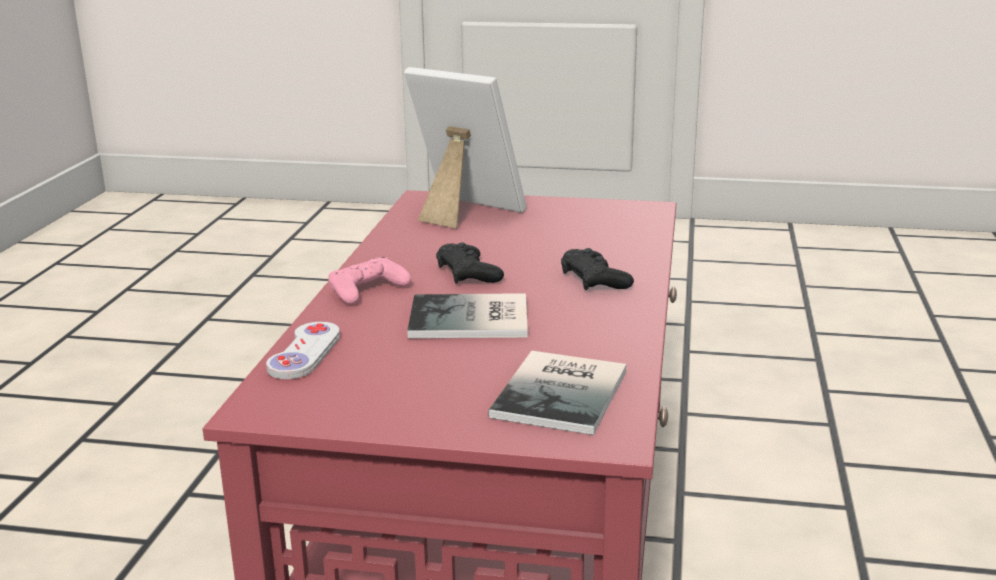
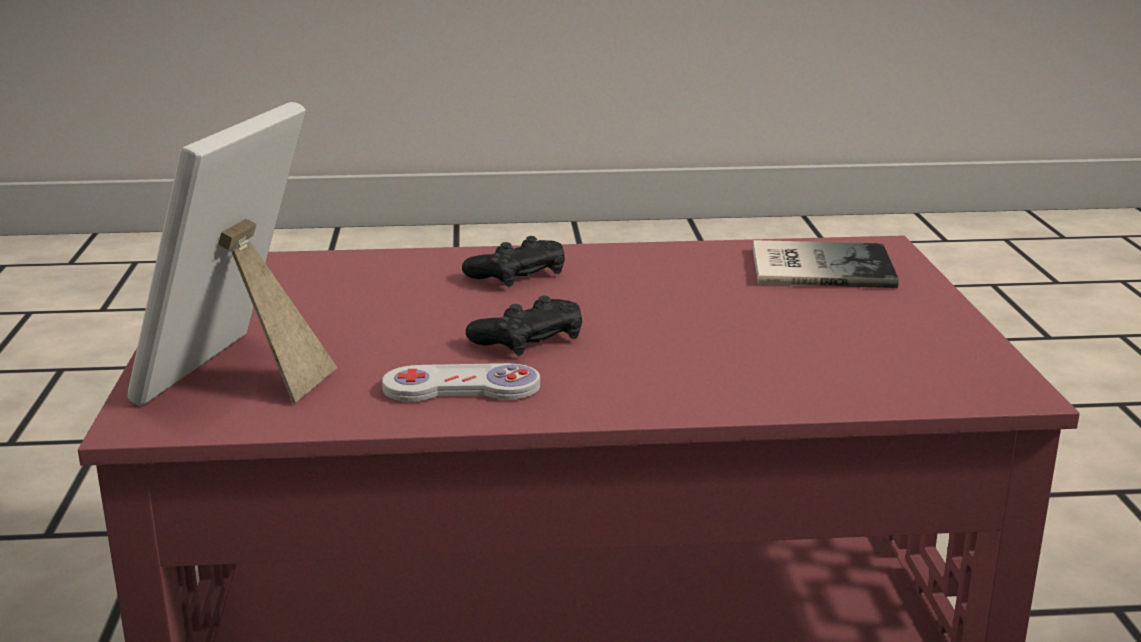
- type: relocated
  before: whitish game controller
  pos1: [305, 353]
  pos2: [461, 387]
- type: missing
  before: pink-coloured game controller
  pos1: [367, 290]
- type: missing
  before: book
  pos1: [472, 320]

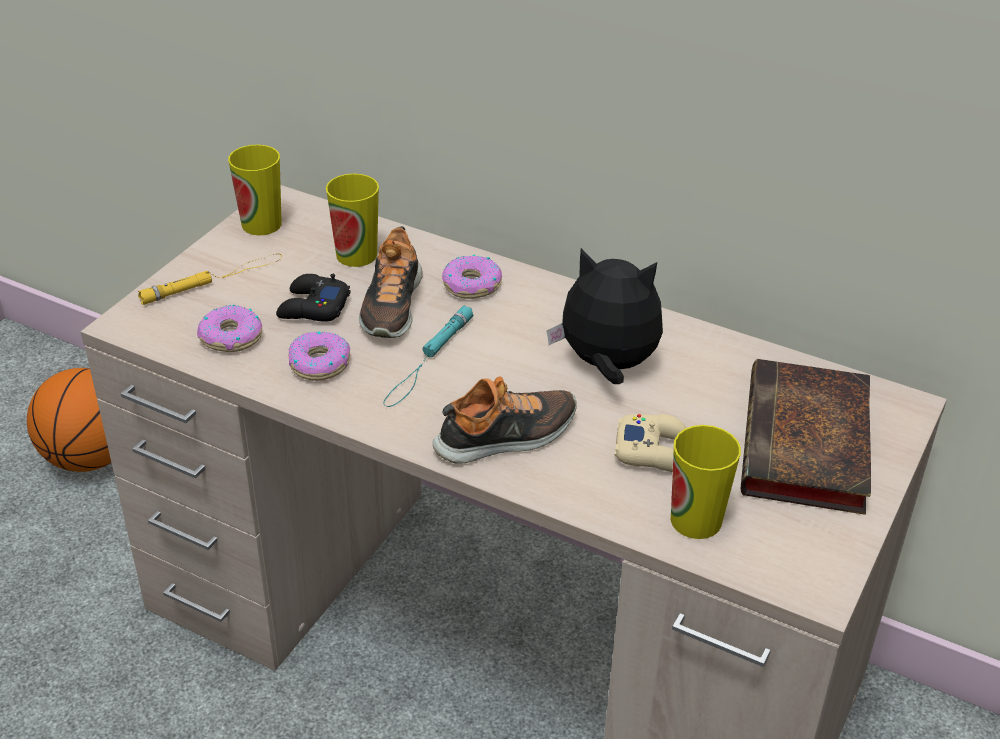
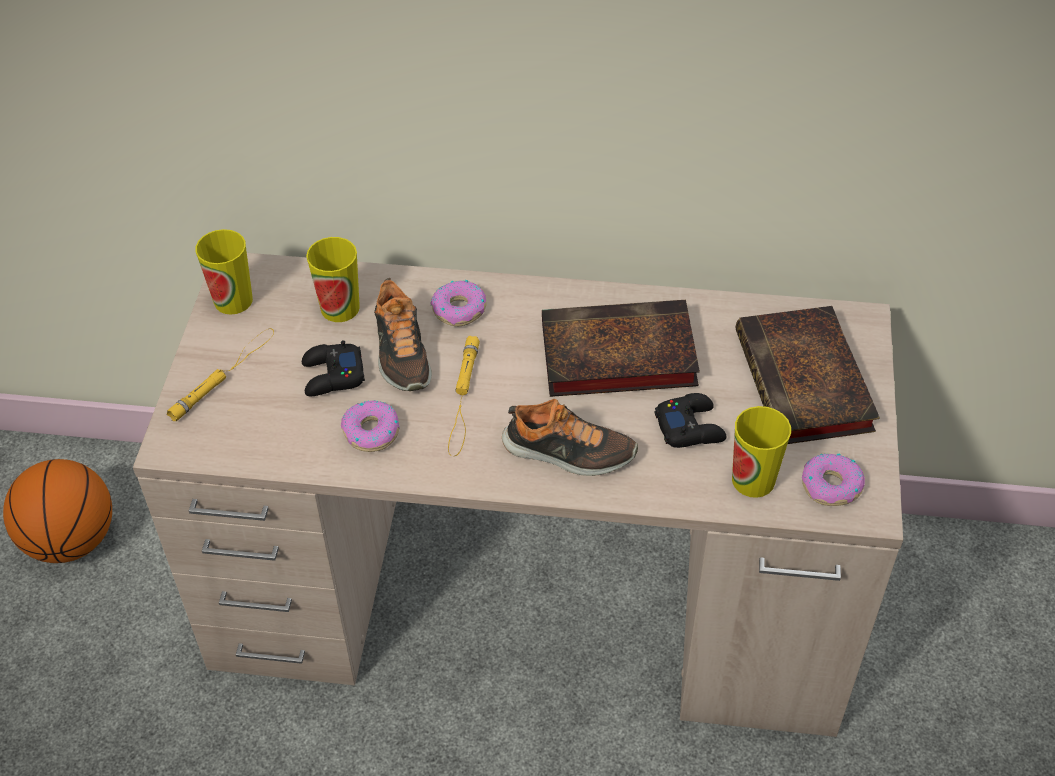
- type: relocated
  before: doughnut
  pos1: [231, 337]
  pos2: [831, 486]
- type: colour
  before: blue-green torch
  after: yellow torch
  pos1: [428, 360]
  pos2: [463, 399]
- type: spun
  before: item of footwear
  pos1: [507, 437]
  pos2: [568, 452]
  turn: 60
- type: exchanged
  before: plush toy
  after: book
  pos1: [607, 366]
  pos2: [614, 356]
- type: colour
  before: sand-coloured game controller
  after: blackish game controller
  pos1: [653, 450]
  pos2: [690, 427]

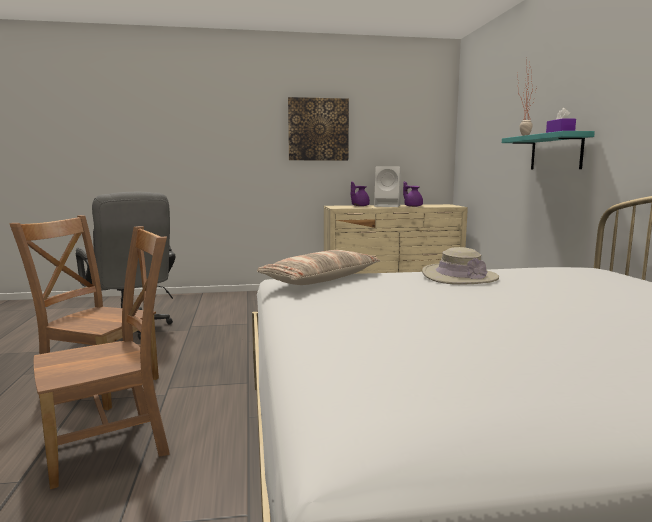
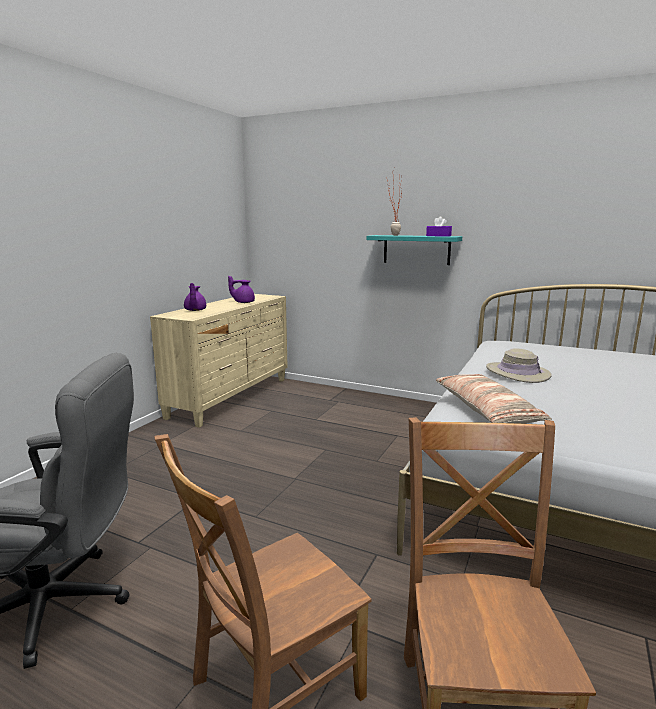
- type: missing
  before: picture
  pos1: [318, 129]
- type: missing
  before: whitish speaker
  pos1: [388, 206]

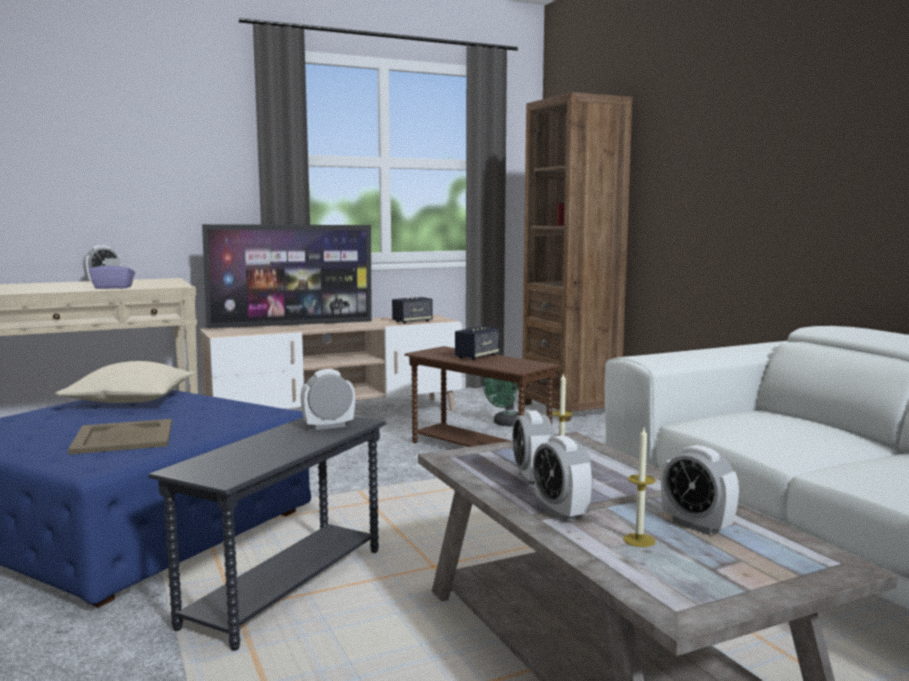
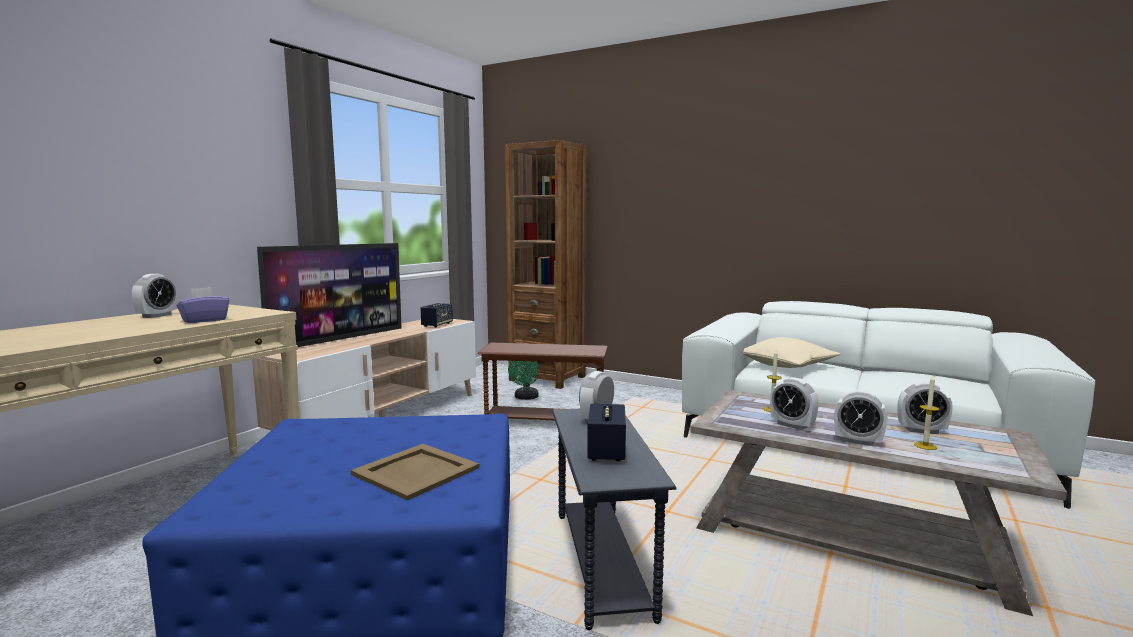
- type: relocated
  before: sand-coloured throw pillow
  pos1: [130, 401]
  pos2: [787, 365]
- type: relocated
  before: speaker
  pos1: [477, 356]
  pos2: [606, 451]

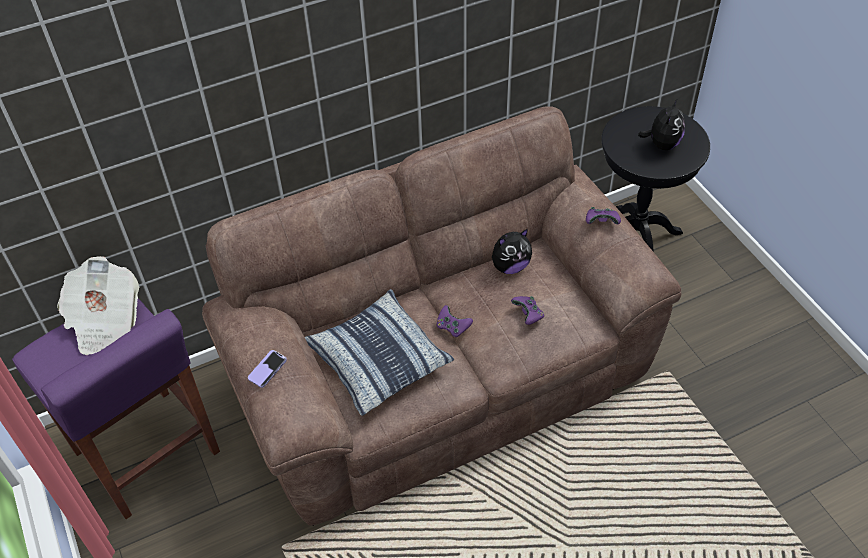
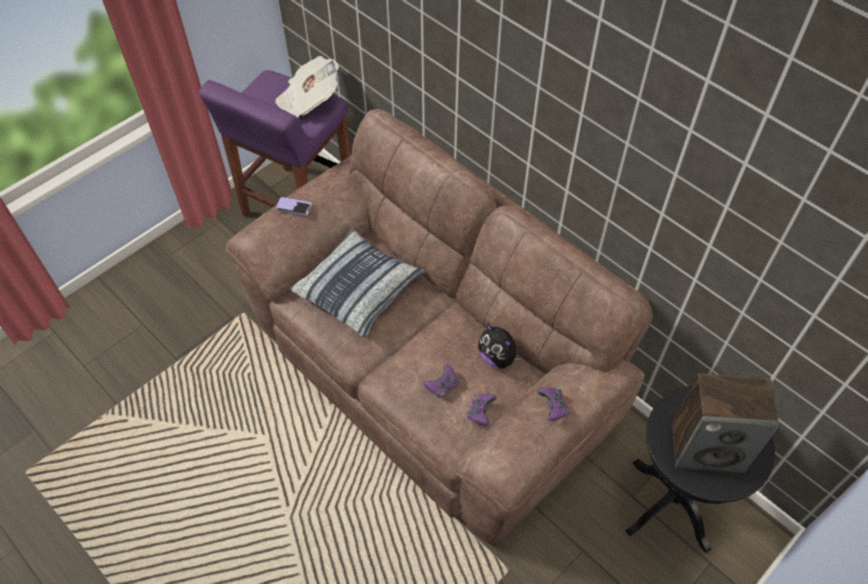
- type: relocated
  before: purple game controller
  pos1: [452, 327]
  pos2: [480, 412]
- type: exchanged
  before: plush toy
  after: speaker
  pos1: [662, 144]
  pos2: [707, 447]

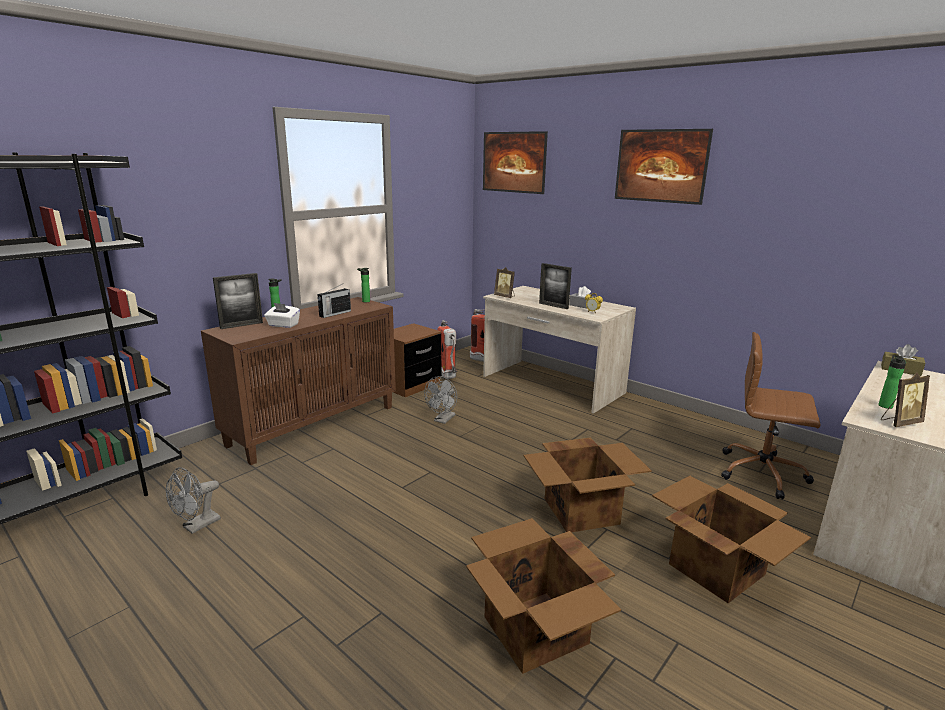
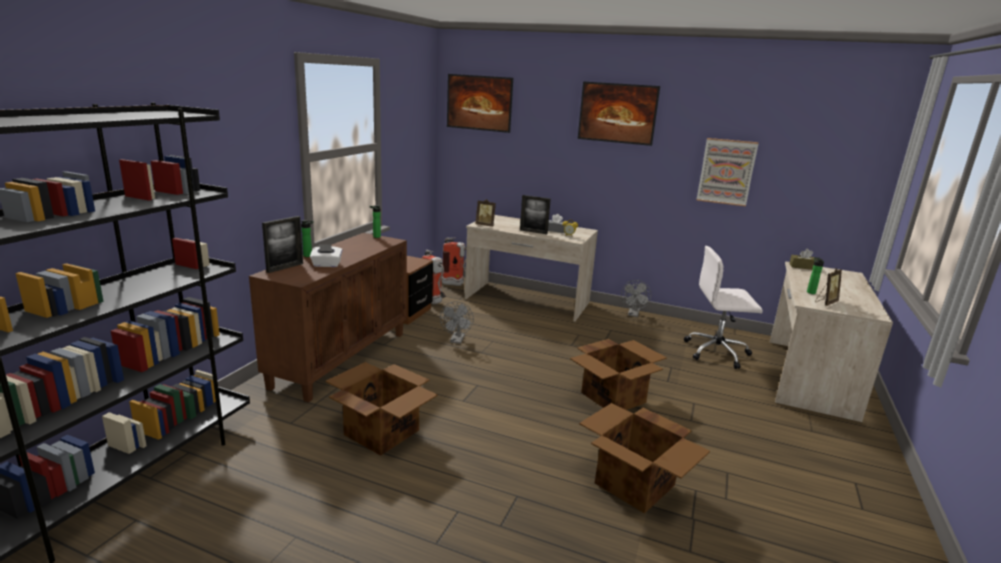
- type: relocated
  before: greyish electric fan
  pos1: [197, 526]
  pos2: [633, 314]
- type: missing
  before: radio receiver
  pos1: [334, 314]
- type: relocated
  before: carton
  pos1: [715, 568]
  pos2: [381, 432]
- type: colour
  before: brownish computer chair
  after: whitish computer chair
  pos1: [763, 473]
  pos2: [717, 352]
- type: appeared
  after: picture
  pos2: [726, 172]

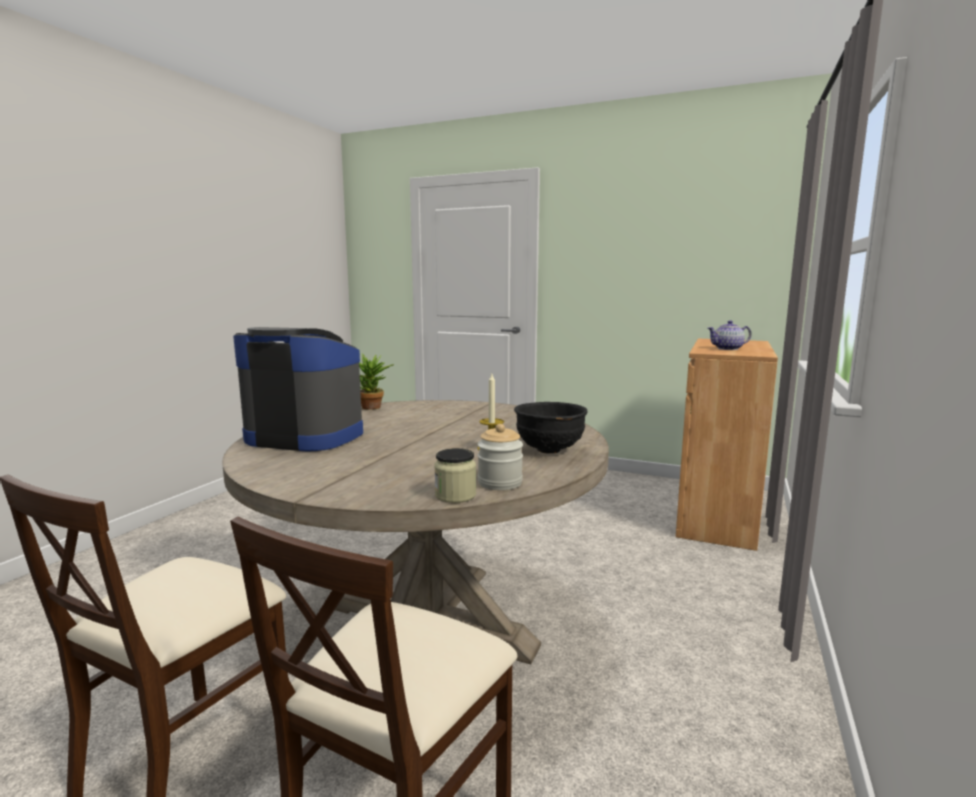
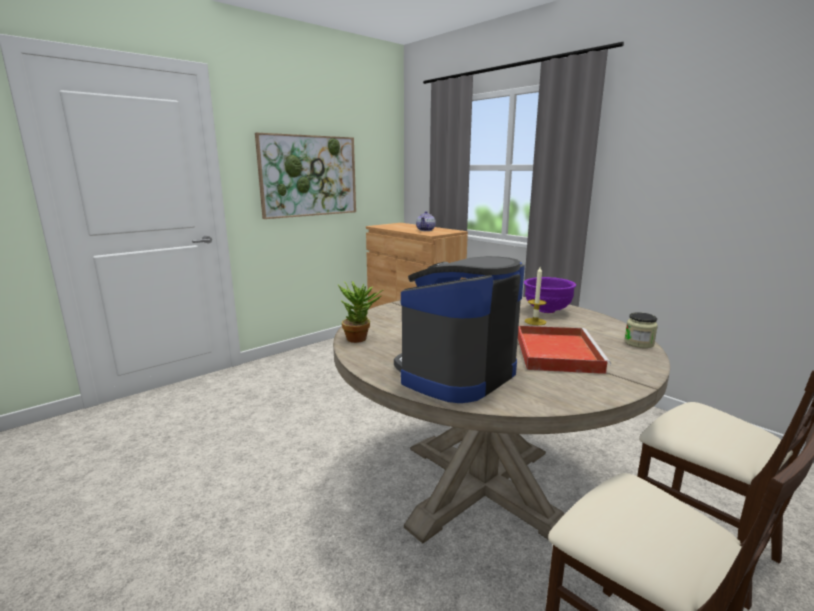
- type: missing
  before: storage jar
  pos1: [500, 483]
- type: colour
  before: blackish bowl
  after: purple bowl
  pos1: [550, 450]
  pos2: [546, 310]
- type: appeared
  after: picture
  pos2: [308, 176]
- type: appeared
  after: red tray
  pos2: [556, 352]

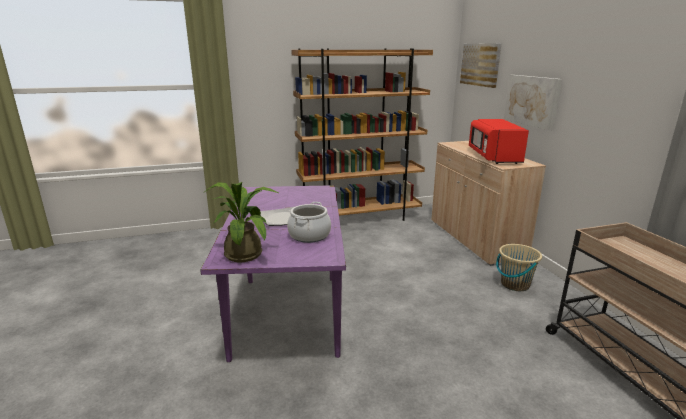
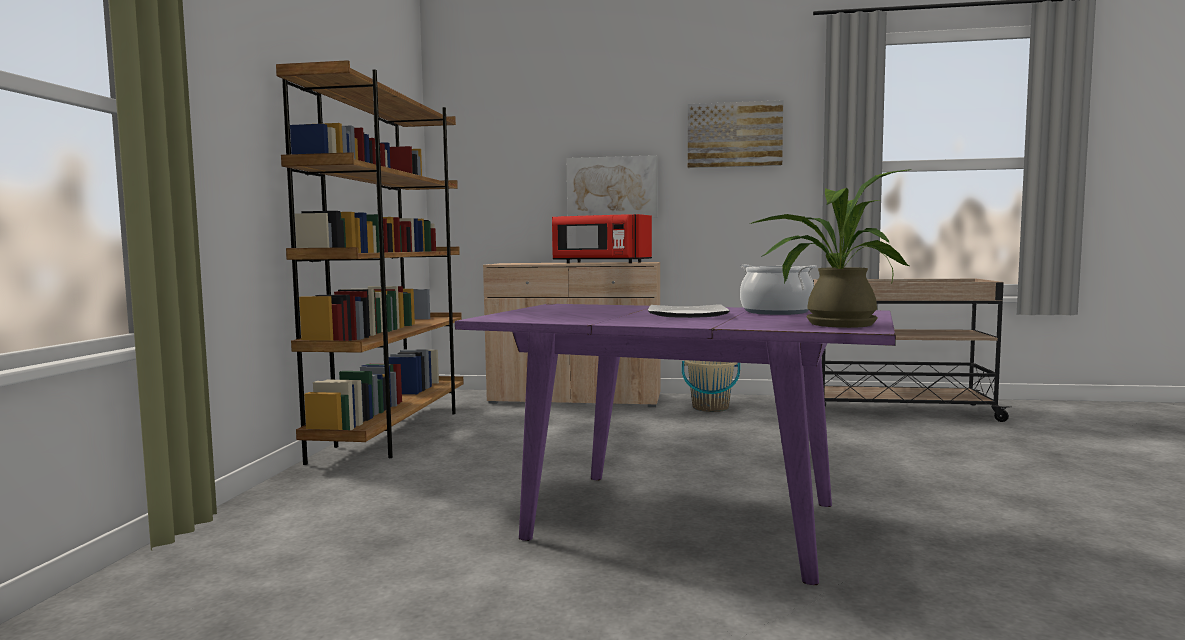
- type: relocated
  before: picture
  pos1: [480, 64]
  pos2: [734, 135]

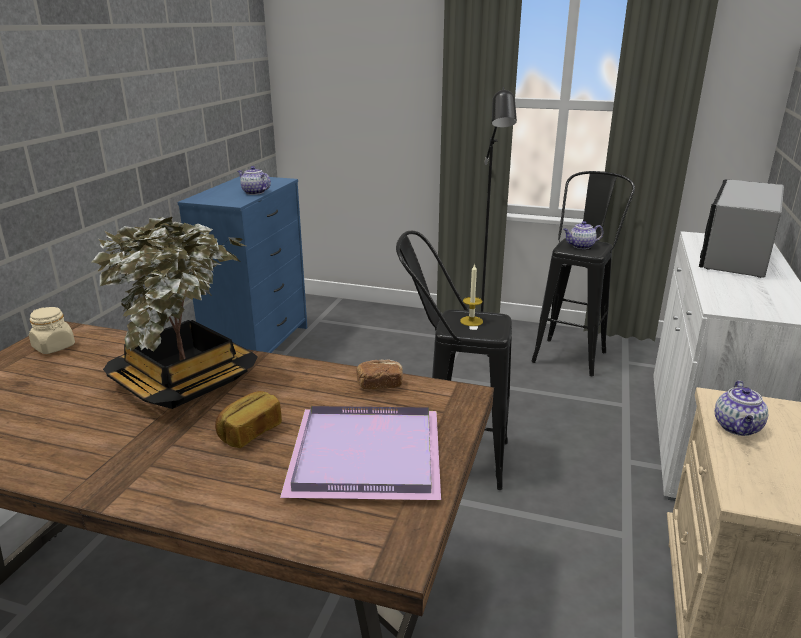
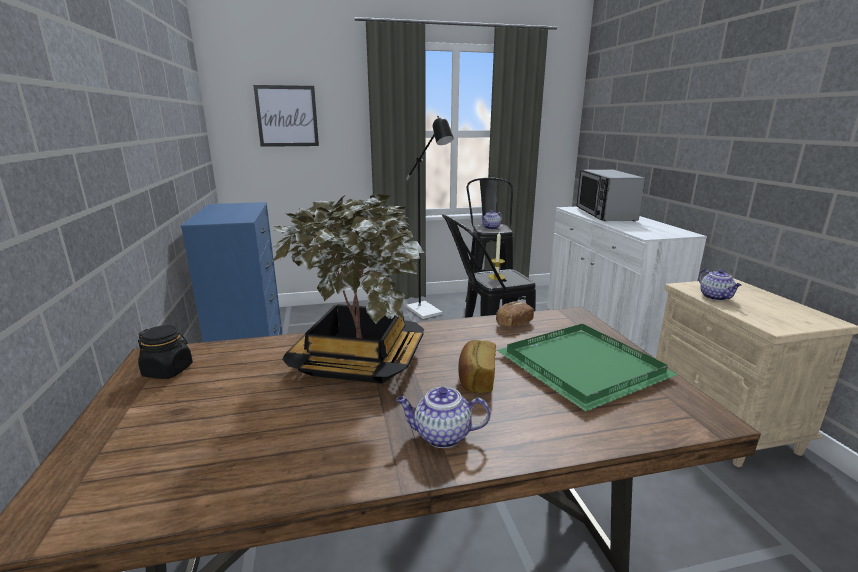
- type: colour
  before: sand-coloured storage jar
  after: blackish storage jar
  pos1: [54, 347]
  pos2: [168, 370]
- type: relocated
  before: tea pot
  pos1: [254, 192]
  pos2: [441, 436]
- type: colour
  before: purple tray
  after: greenish tray
  pos1: [369, 454]
  pos2: [582, 365]
- type: appeared
  after: picture
  pos2: [287, 116]

